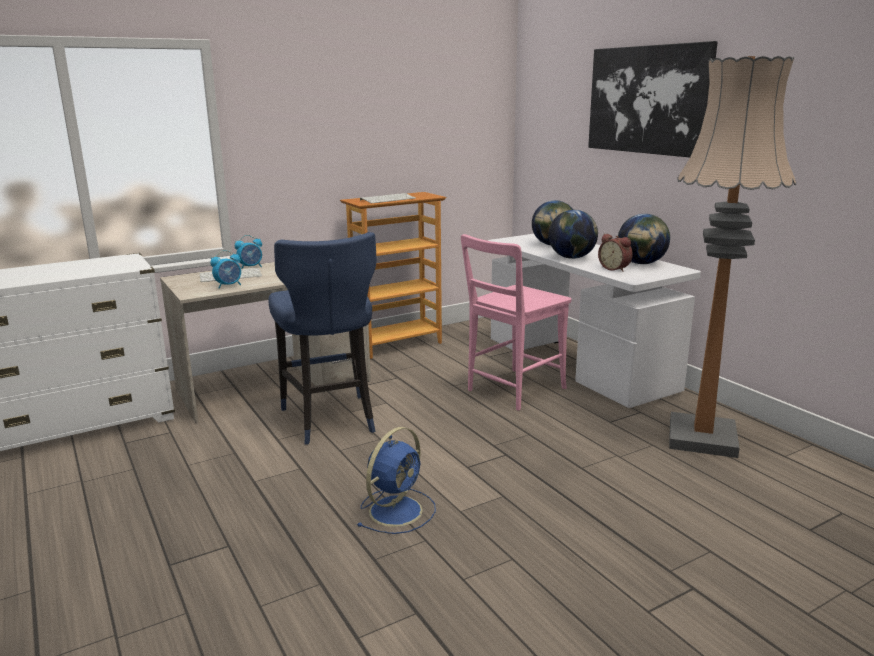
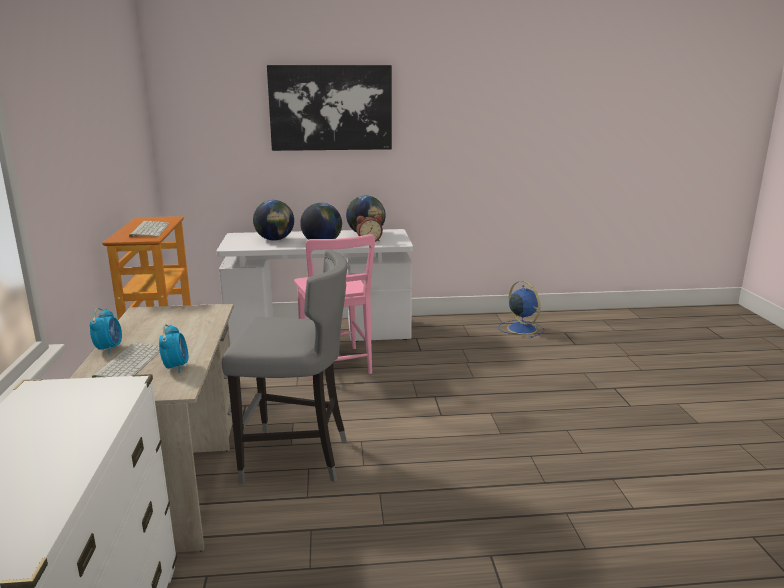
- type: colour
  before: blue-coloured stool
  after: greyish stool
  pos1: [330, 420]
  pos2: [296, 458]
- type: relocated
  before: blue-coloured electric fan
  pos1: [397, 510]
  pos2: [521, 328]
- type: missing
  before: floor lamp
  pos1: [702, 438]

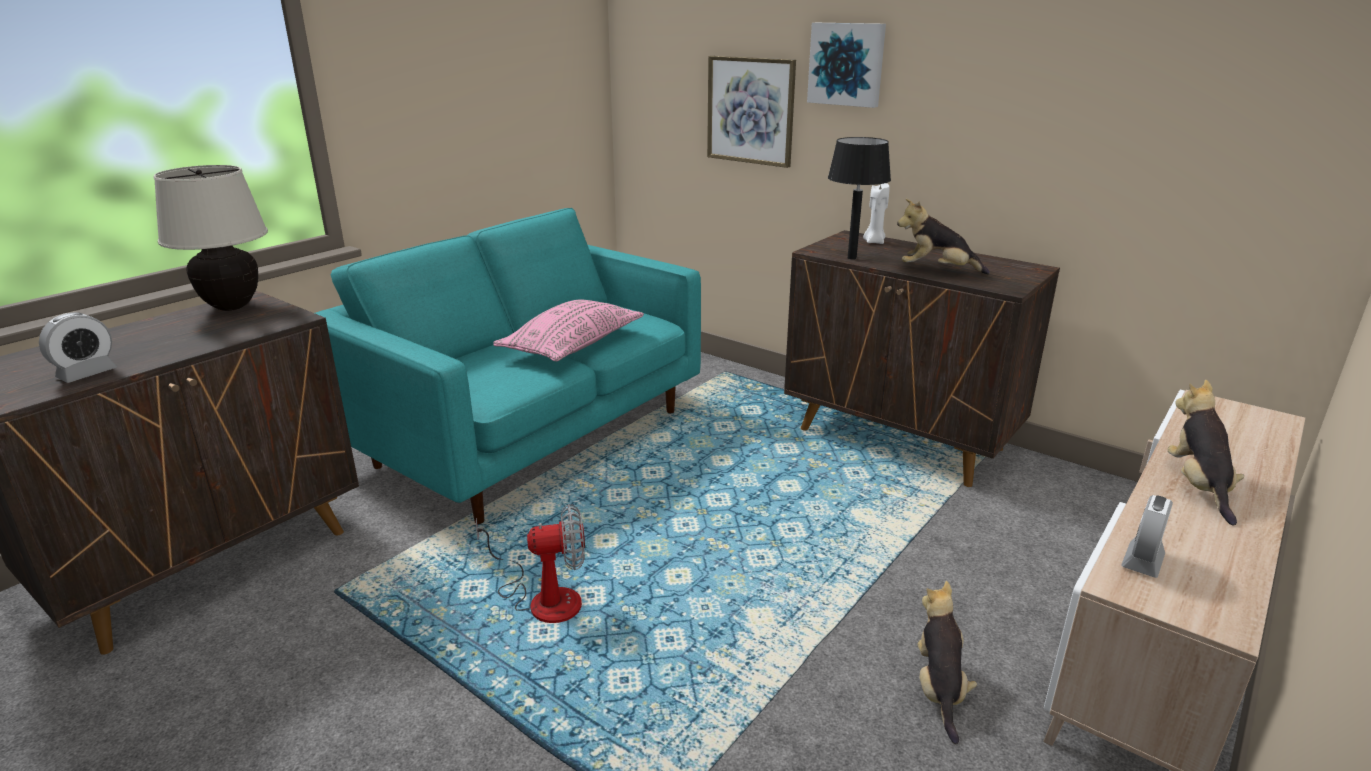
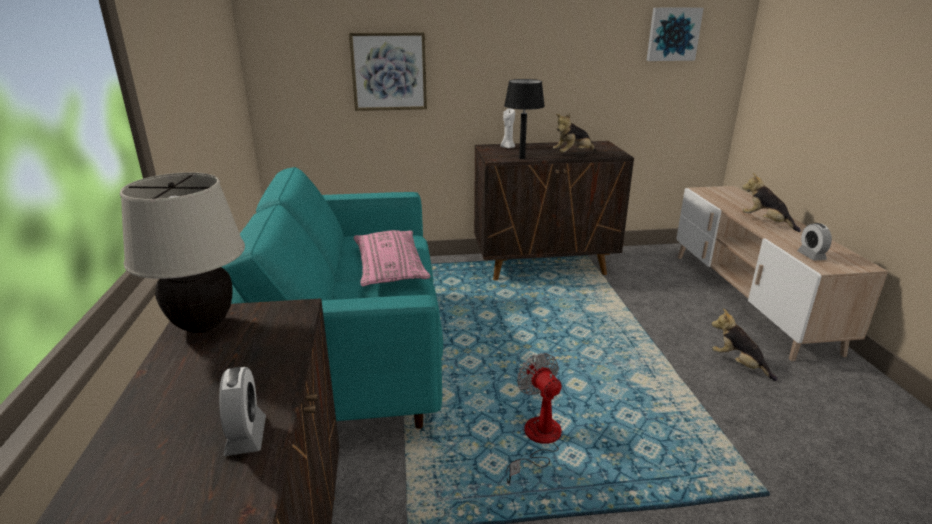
- type: spun
  before: electric fan
  pos1: [543, 598]
  pos2: [537, 441]
  turn: -60
- type: relocated
  before: picture
  pos1: [847, 64]
  pos2: [673, 34]

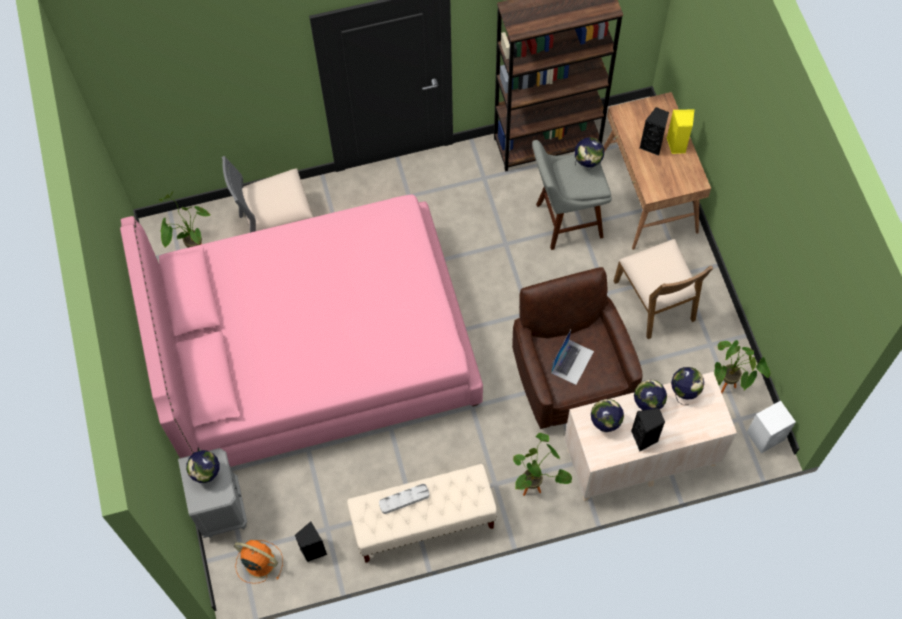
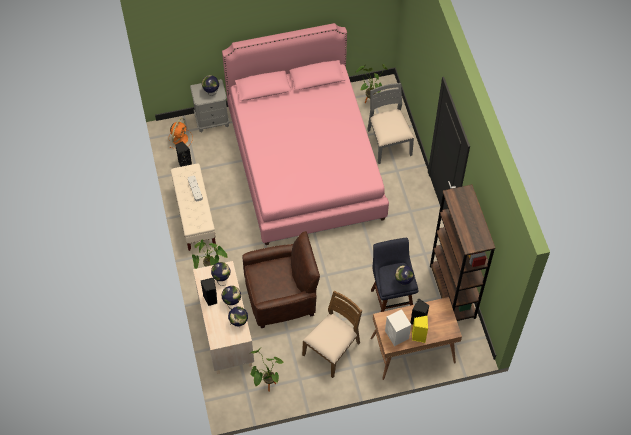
- type: colour
  before: greyish stool
  after: blue-coloured stool
  pos1: [564, 222]
  pos2: [391, 299]
- type: missing
  before: laptop
  pos1: [572, 362]
- type: spun
  before: brownish upright chair
  pos1: [656, 300]
  pos2: [332, 349]
  turn: 150
- type: relocated
  before: whitish speaker
  pos1: [766, 435]
  pos2: [397, 335]

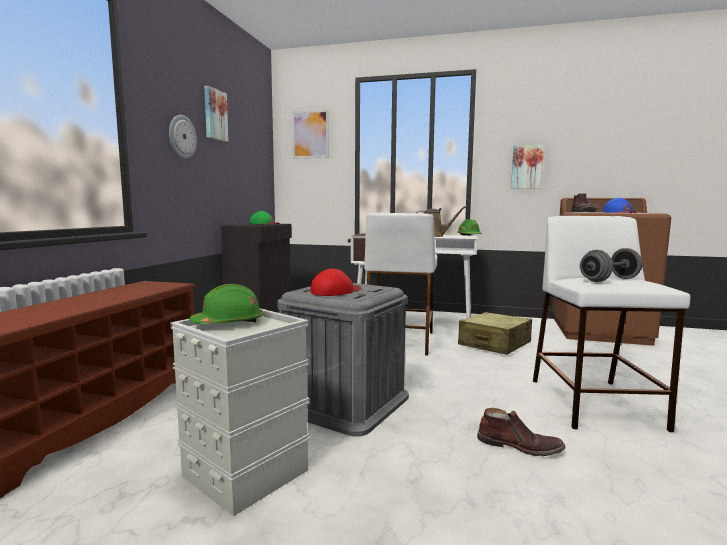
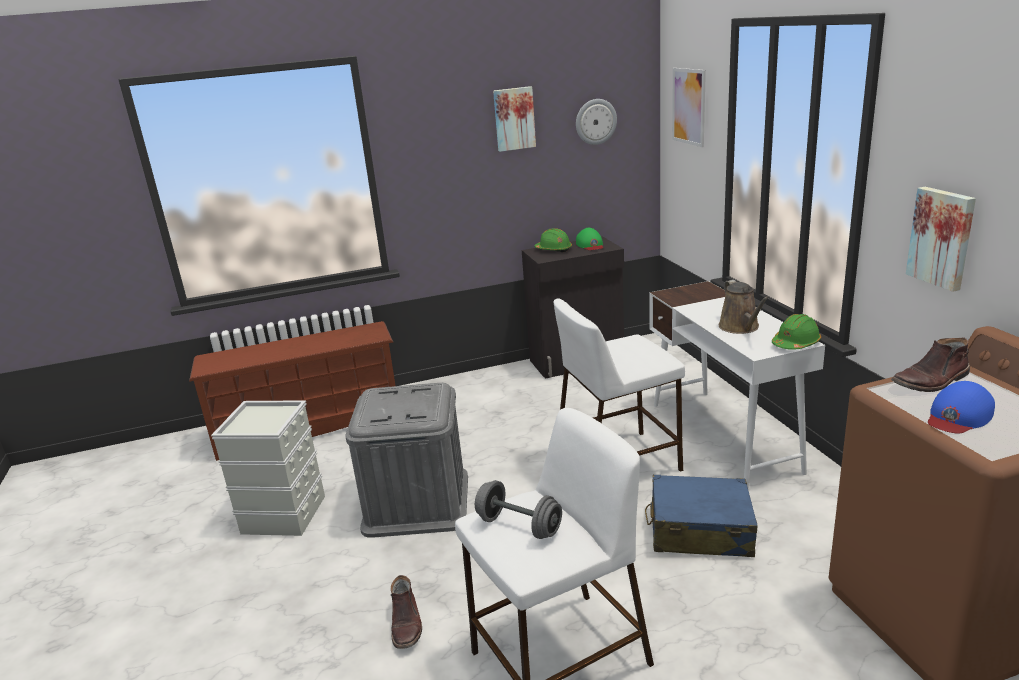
- type: relocated
  before: hanging clock
  pos1: [182, 137]
  pos2: [595, 121]
- type: relocated
  before: greenish safety helmet
  pos1: [229, 323]
  pos2: [553, 249]
- type: missing
  before: red peaked cap
  pos1: [336, 291]
- type: colour
  before: sand-coloured piece of luggage
  after: blue-coloured piece of luggage
  pos1: [494, 344]
  pos2: [699, 531]

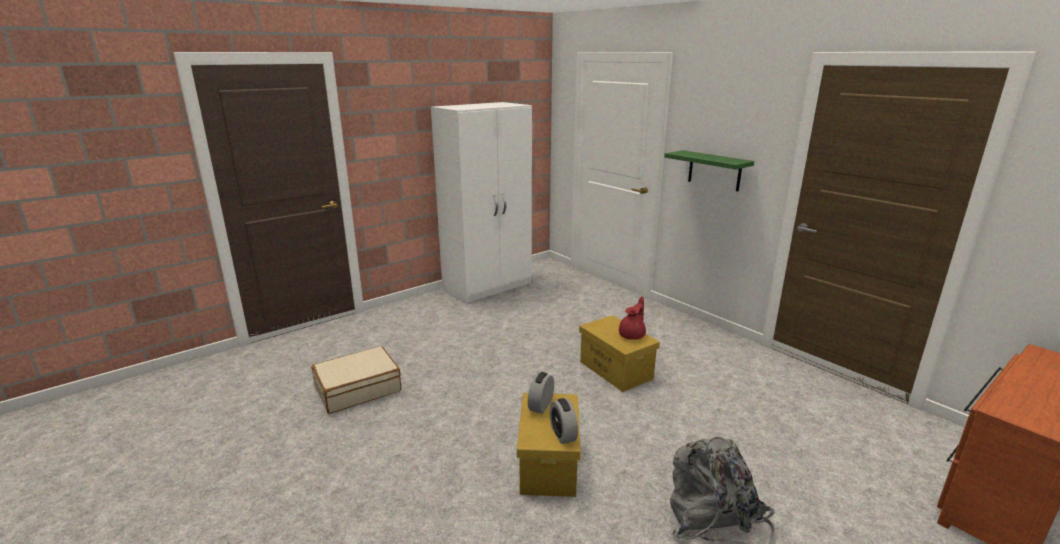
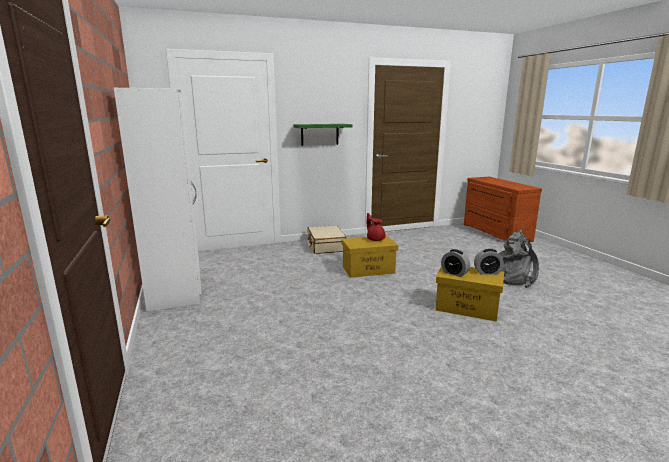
- type: relocated
  before: sand-coloured piece of luggage
  pos1: [358, 389]
  pos2: [325, 246]

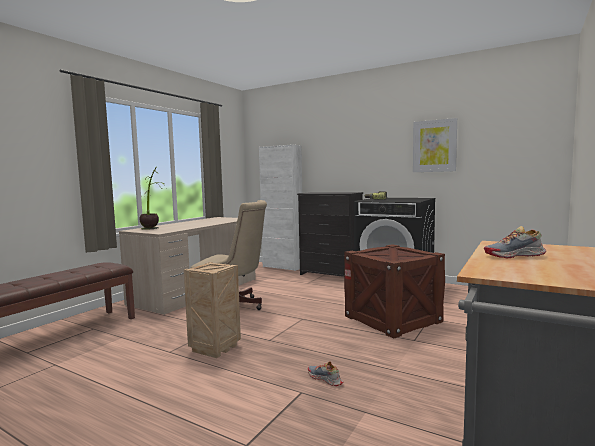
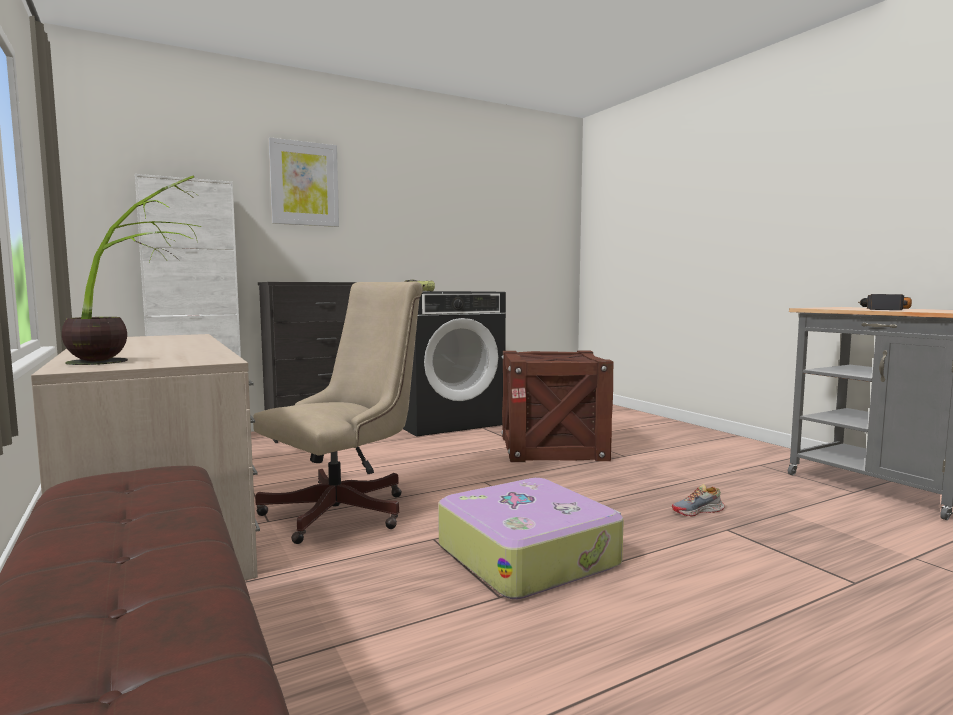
- type: exchanged
  before: crate
  after: piece of luggage
  pos1: [215, 348]
  pos2: [528, 555]
- type: relocated
  before: picture
  pos1: [434, 146]
  pos2: [304, 184]
- type: exchanged
  before: item of footwear
  after: electric drill
  pos1: [514, 255]
  pos2: [881, 309]

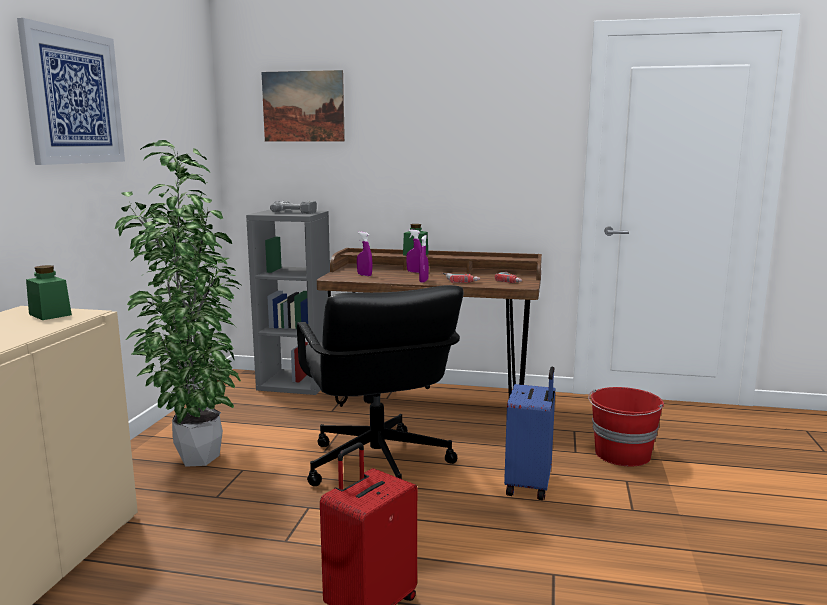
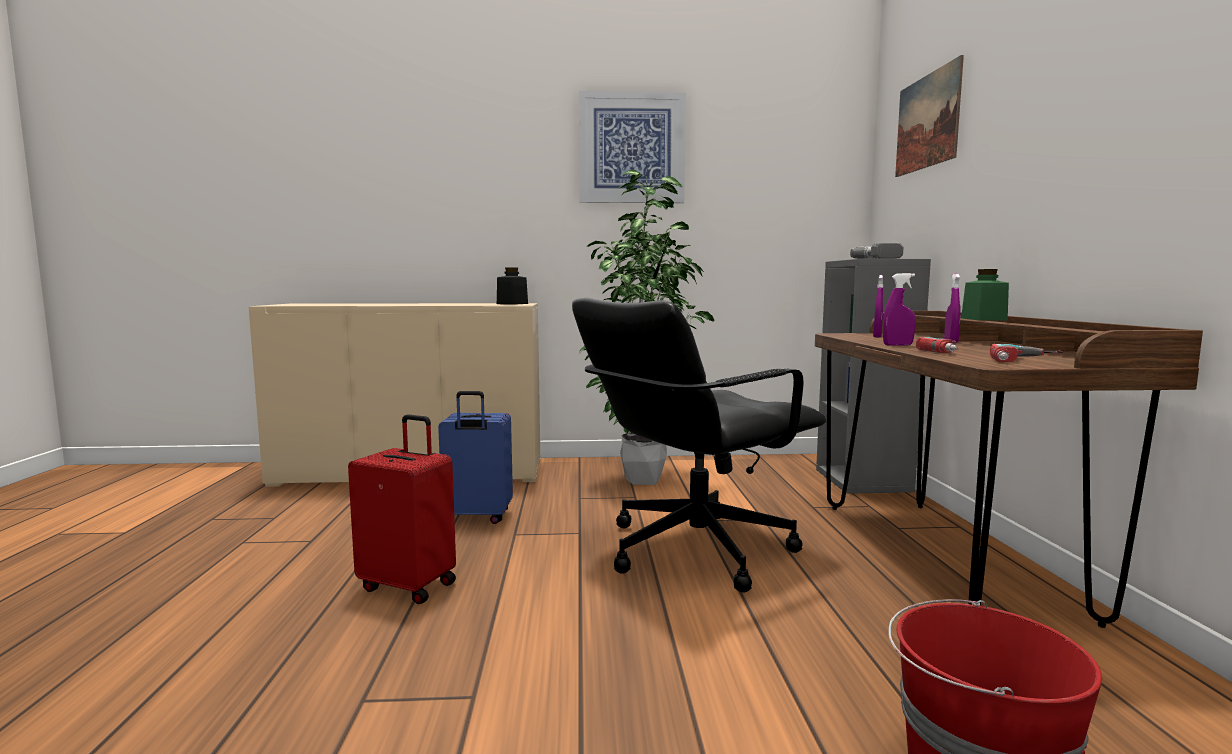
- type: colour
  before: greenish storage jar
  after: blackish storage jar
  pos1: [50, 314]
  pos2: [512, 304]
- type: relocated
  before: blue-coloured piece of luggage
  pos1: [530, 485]
  pos2: [477, 517]

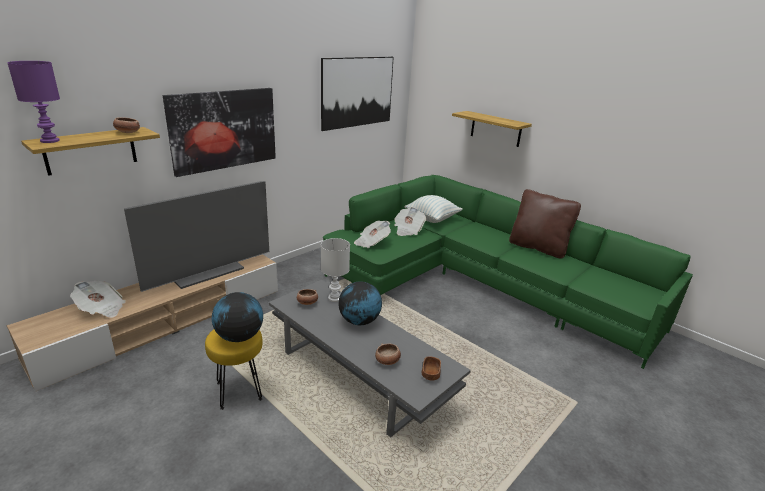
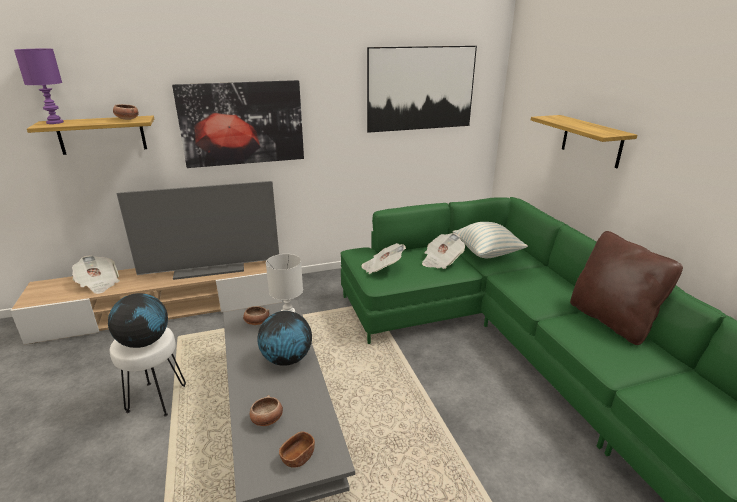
- type: colour
  before: yellow stool
  after: whitish stool
  pos1: [238, 391]
  pos2: [156, 399]

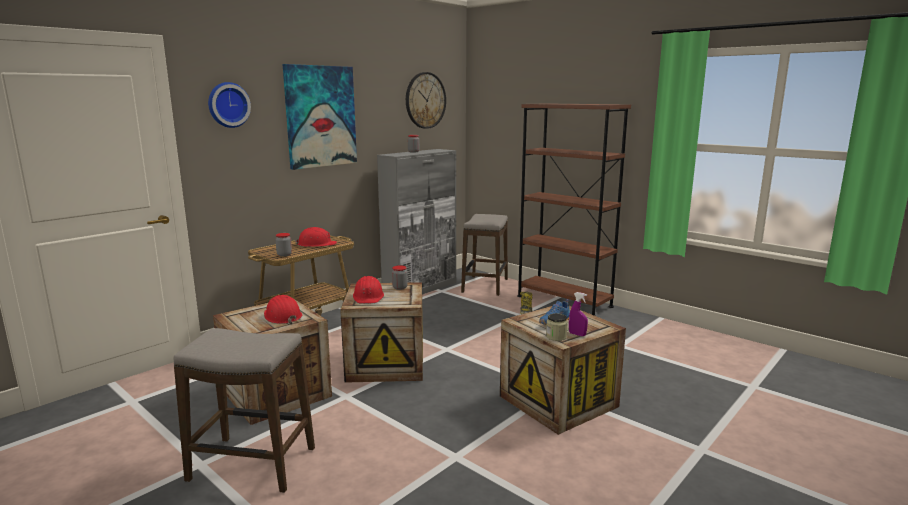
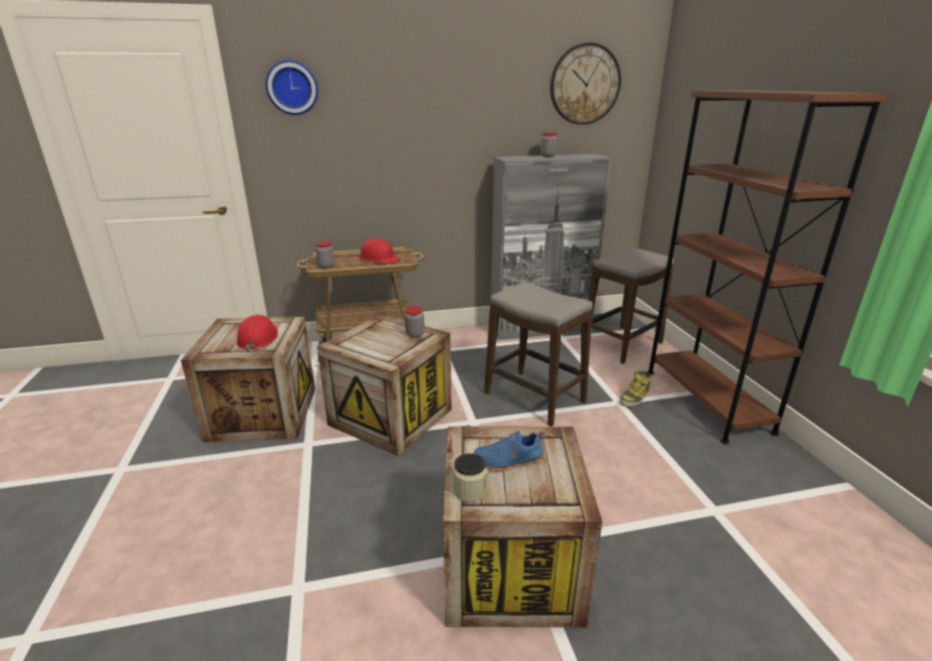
- type: relocated
  before: stool
  pos1: [252, 464]
  pos2: [534, 397]
- type: missing
  before: picture
  pos1: [320, 116]
- type: missing
  before: red safety helmet
  pos1: [368, 296]
- type: missing
  before: purple sprayer
  pos1: [577, 334]

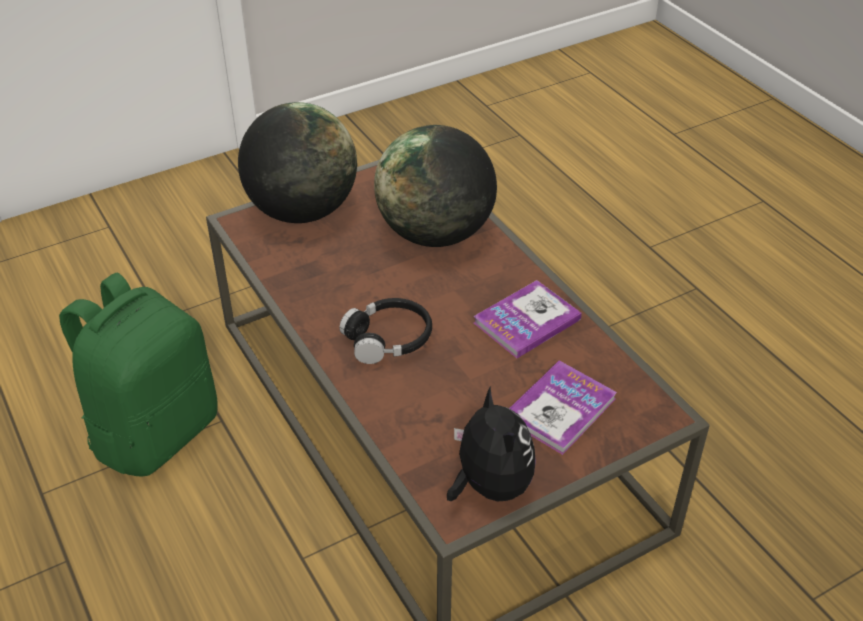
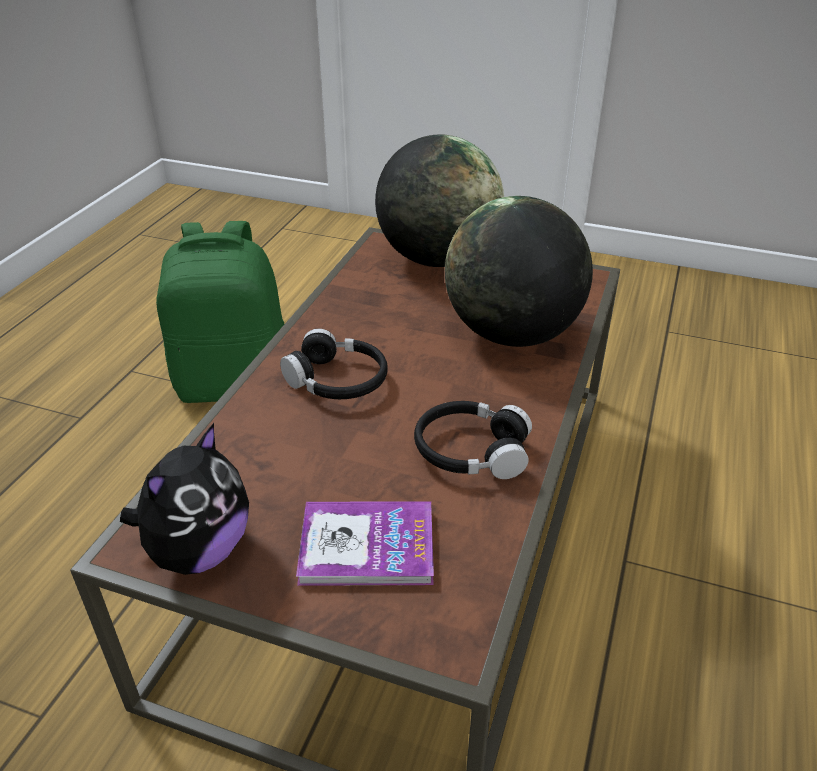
- type: exchanged
  before: book
  after: blackish headphones
  pos1: [527, 321]
  pos2: [471, 451]

